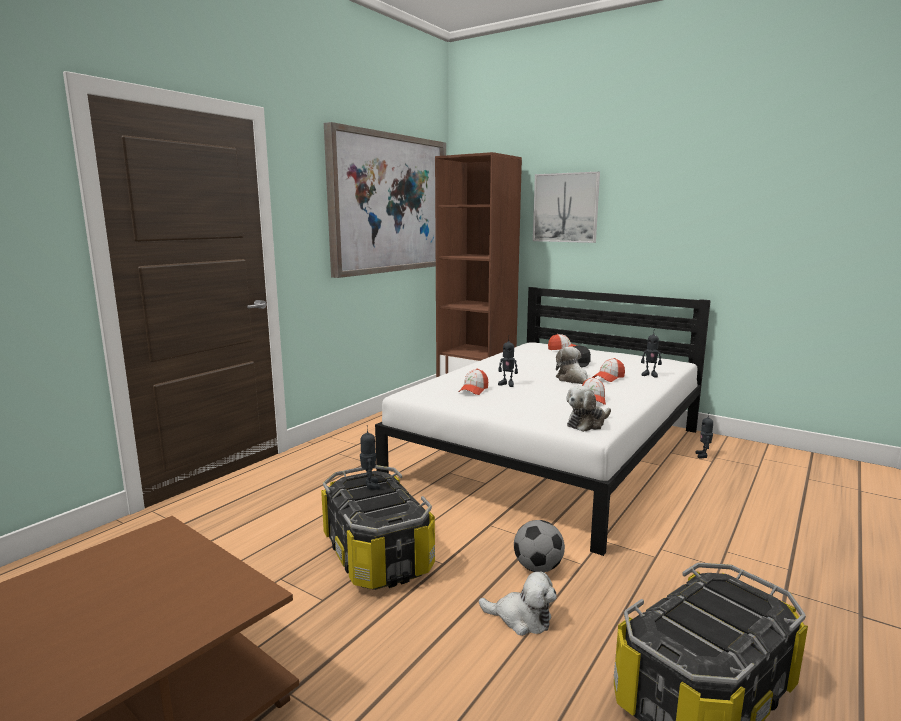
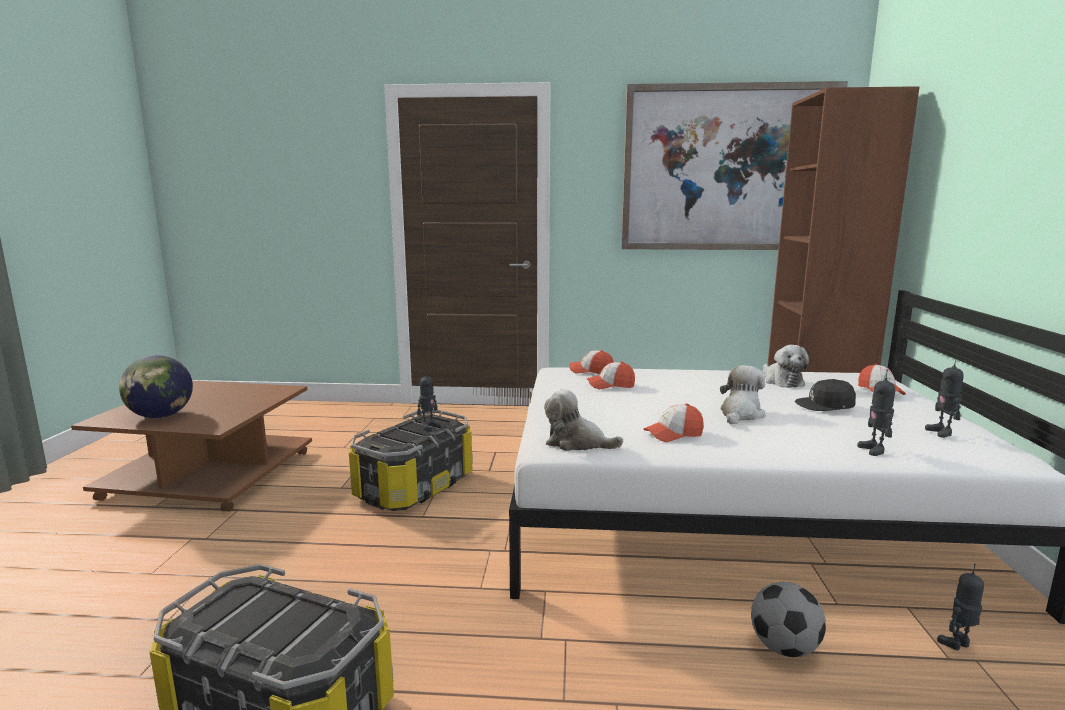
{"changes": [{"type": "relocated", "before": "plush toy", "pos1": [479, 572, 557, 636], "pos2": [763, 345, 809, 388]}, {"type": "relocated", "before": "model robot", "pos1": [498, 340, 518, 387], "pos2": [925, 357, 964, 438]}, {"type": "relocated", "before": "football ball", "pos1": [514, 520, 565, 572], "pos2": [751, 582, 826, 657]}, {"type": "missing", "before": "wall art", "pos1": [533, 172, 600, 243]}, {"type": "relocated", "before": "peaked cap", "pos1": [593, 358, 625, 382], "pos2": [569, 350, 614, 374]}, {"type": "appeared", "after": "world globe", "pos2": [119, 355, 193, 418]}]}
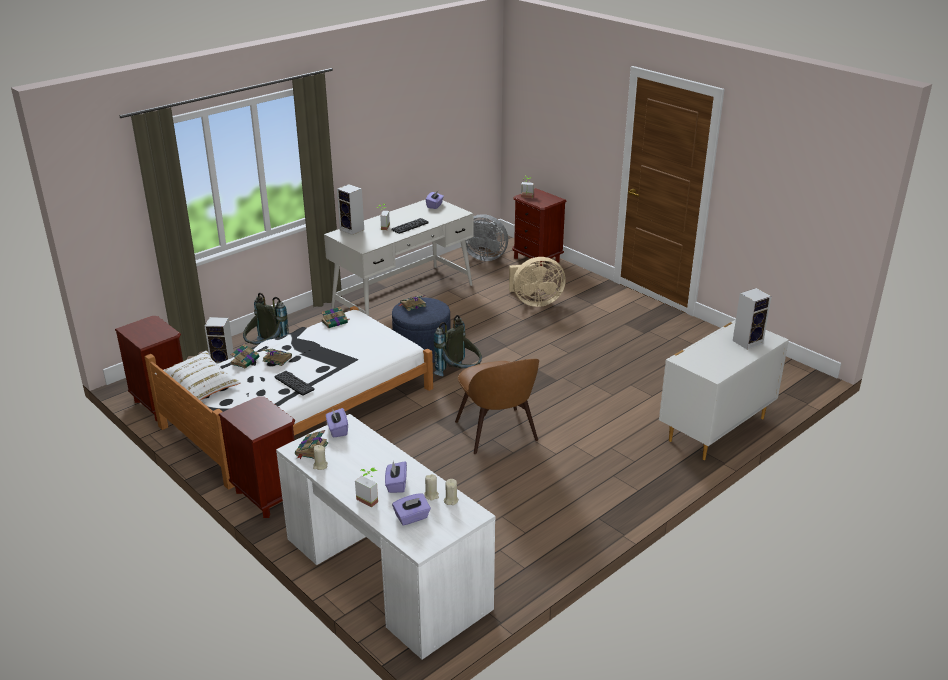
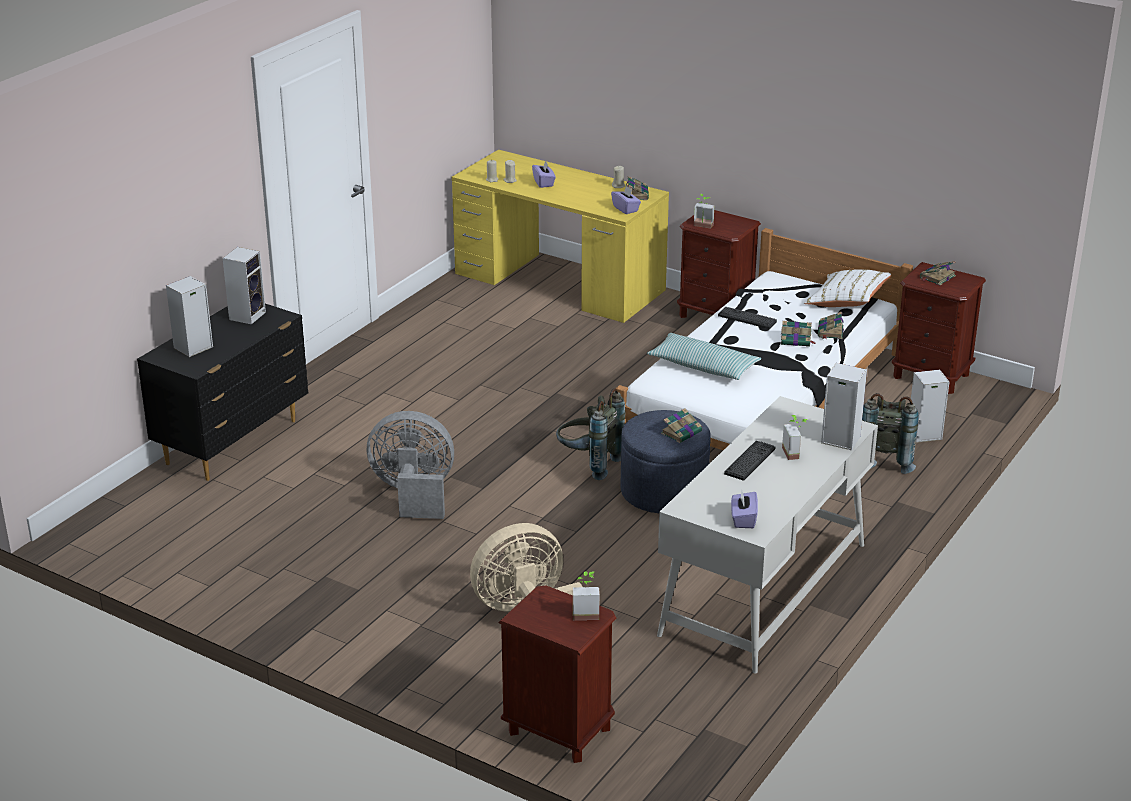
{"changes": [{"type": "colour", "before": "desk/white-coloured", "after": "desk/yellow-coloured", "pos1": [276, 414, 496, 660], "pos2": [452, 150, 669, 323]}, {"type": "relocated", "before": "volume", "pos1": [321, 306, 348, 328], "pos2": [920, 261, 956, 285]}, {"type": "relocated", "before": "plant in a pot", "pos1": [355, 468, 378, 507], "pos2": [694, 194, 714, 229]}, {"type": "missing", "before": "tissue box/purple-coloured", "pos1": [392, 494, 431, 526]}, {"type": "missing", "before": "upright chair/brownish", "pos1": [455, 359, 539, 454]}, {"type": "relocated", "before": "cooling fan/grey", "pos1": [465, 214, 508, 261], "pos2": [367, 411, 454, 519]}, {"type": "colour", "before": "drawer chest/white-coloured", "after": "drawer chest/black-coloured", "pos1": [659, 319, 789, 460], "pos2": [137, 304, 308, 481]}, {"type": "appeared", "after": "loudspeaker", "pos2": [223, 247, 266, 324]}, {"type": "appeared", "after": "cushion", "pos2": [647, 333, 761, 380]}]}
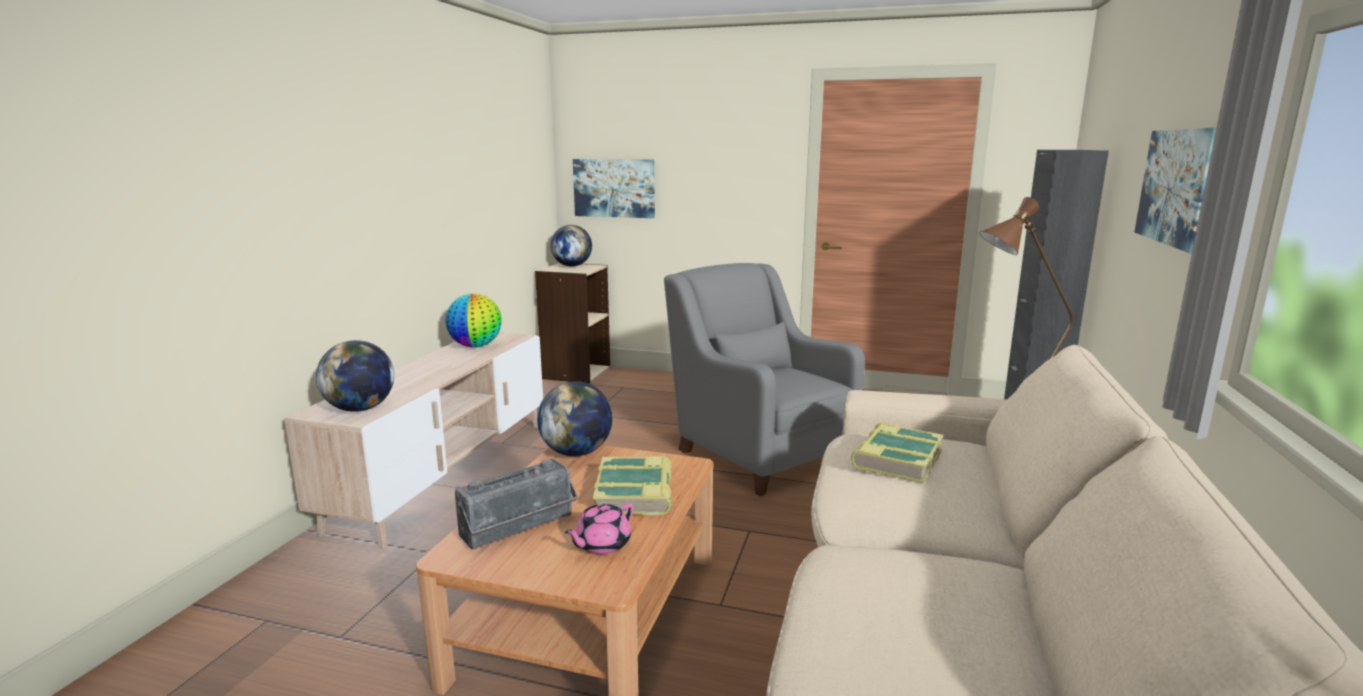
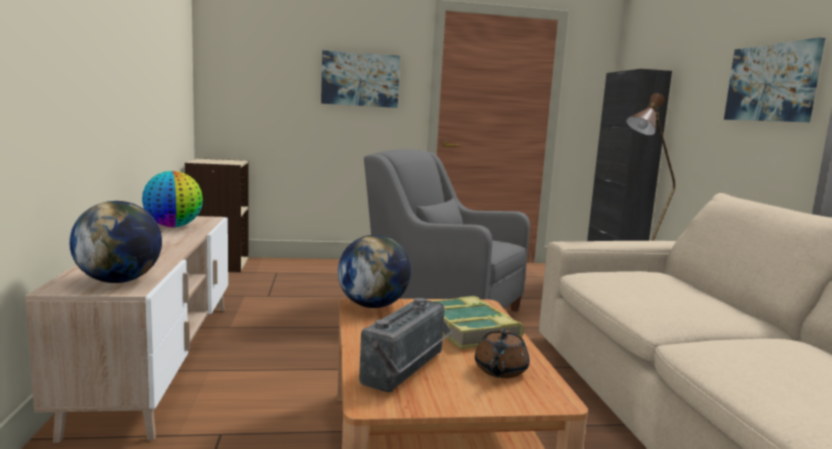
{"changes": [{"type": "missing", "before": "world globe", "pos1": [550, 225, 592, 266]}, {"type": "colour", "before": "pot for tea/pink", "after": "pot for tea/brownish", "pos1": [565, 504, 634, 555], "pos2": [475, 329, 530, 378]}, {"type": "relocated", "before": "wall art", "pos1": [573, 159, 655, 218], "pos2": [321, 50, 400, 108]}, {"type": "missing", "before": "volume", "pos1": [851, 422, 944, 483]}]}
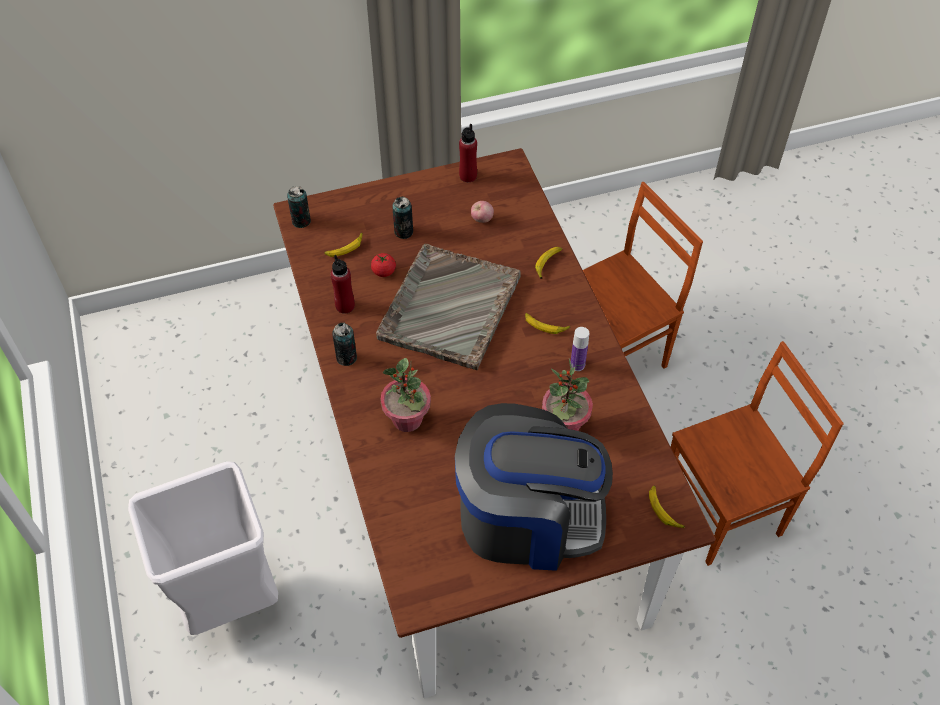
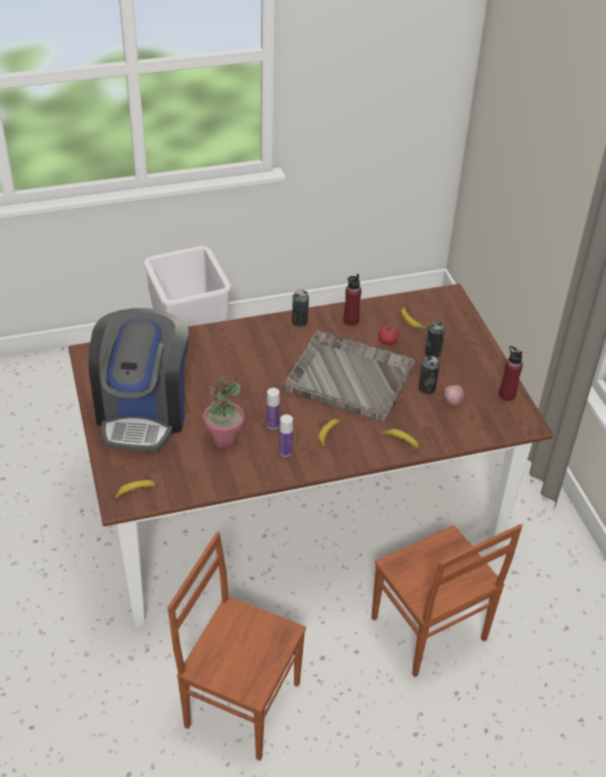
{"changes": [{"type": "relocated", "before": "sealed can", "pos1": [287, 186, 311, 228], "pos2": [419, 356, 440, 394]}, {"type": "missing", "before": "plant in a pot", "pos1": [380, 358, 431, 432]}, {"type": "spun", "before": "upright chair/brownish", "pos1": [671, 341, 844, 566], "pos2": [167, 532, 306, 761], "turn": 135}, {"type": "appeared", "after": "drink bottle", "pos2": [266, 388, 280, 430]}]}
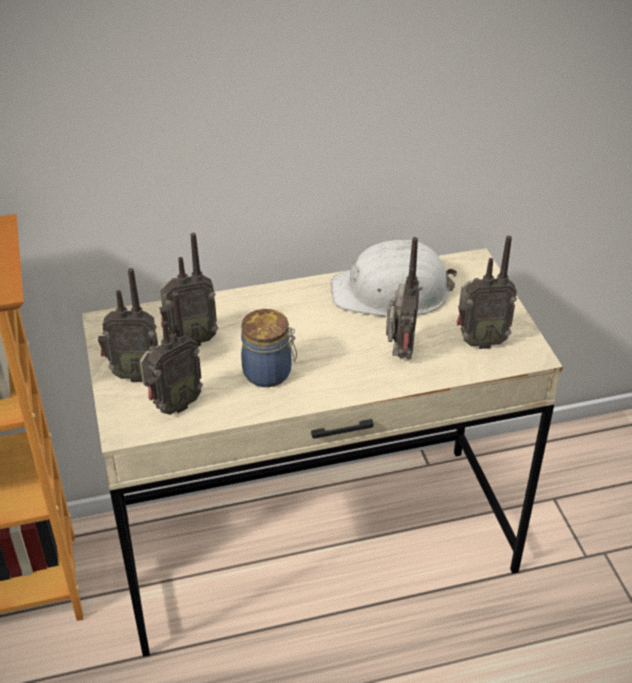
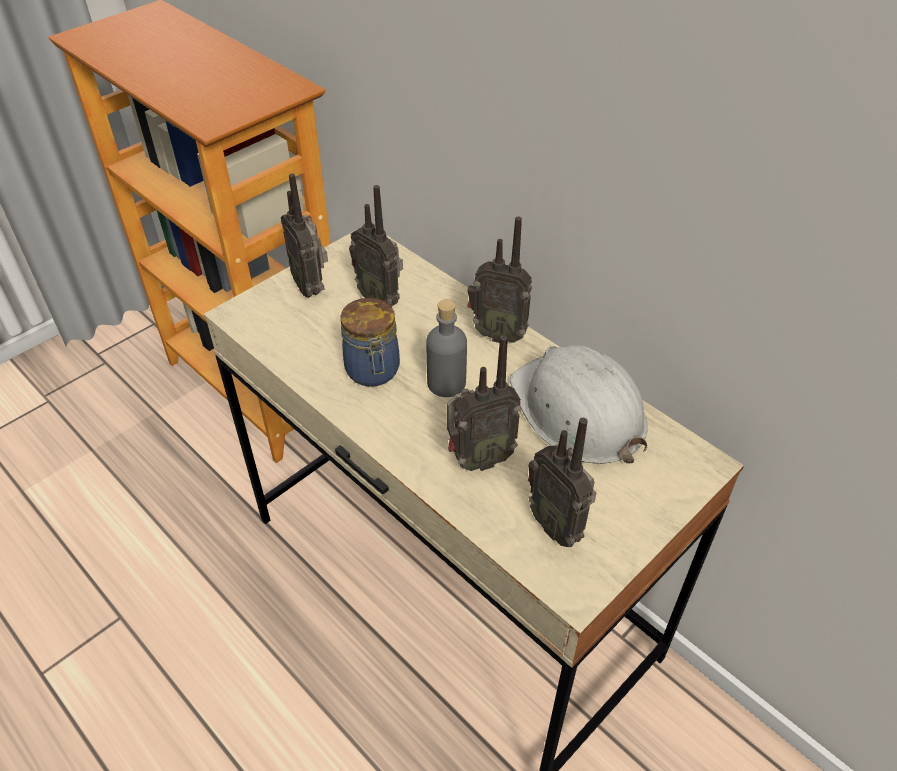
{"changes": [{"type": "relocated", "before": "radio", "pos1": [140, 292, 203, 415], "pos2": [467, 217, 532, 343]}, {"type": "appeared", "after": "drink bottle/grey", "pos2": [426, 299, 467, 397]}]}
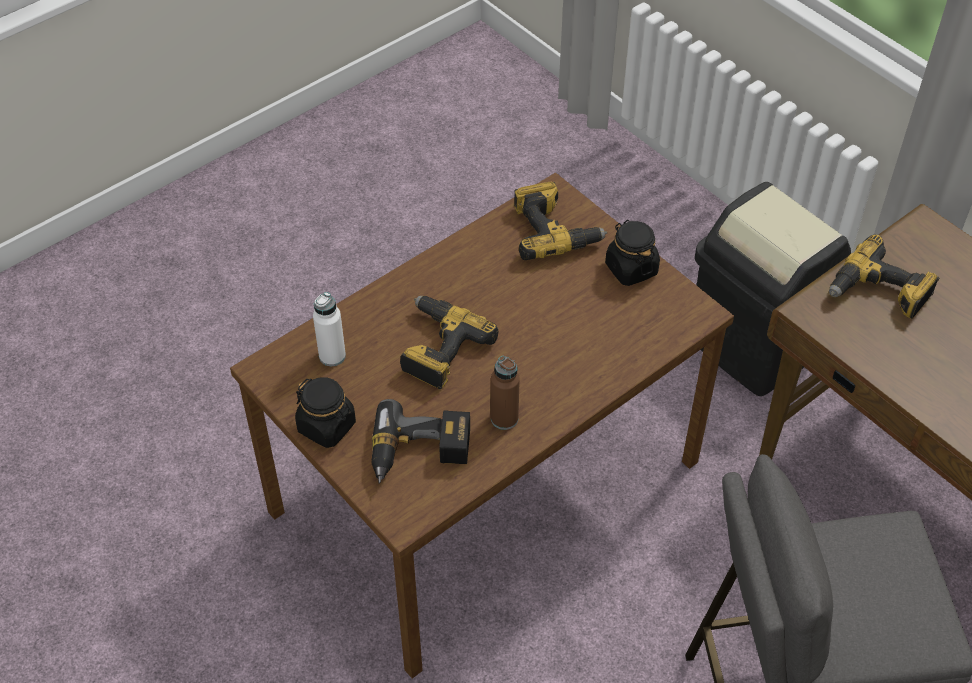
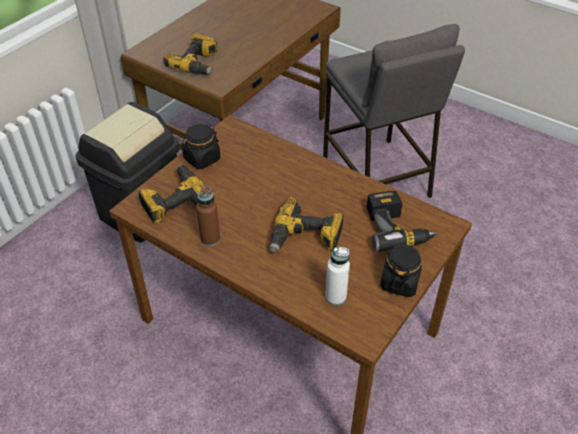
{"changes": [{"type": "relocated", "before": "drink bottle/brownish", "pos1": [491, 356, 520, 430], "pos2": [196, 186, 220, 246]}]}
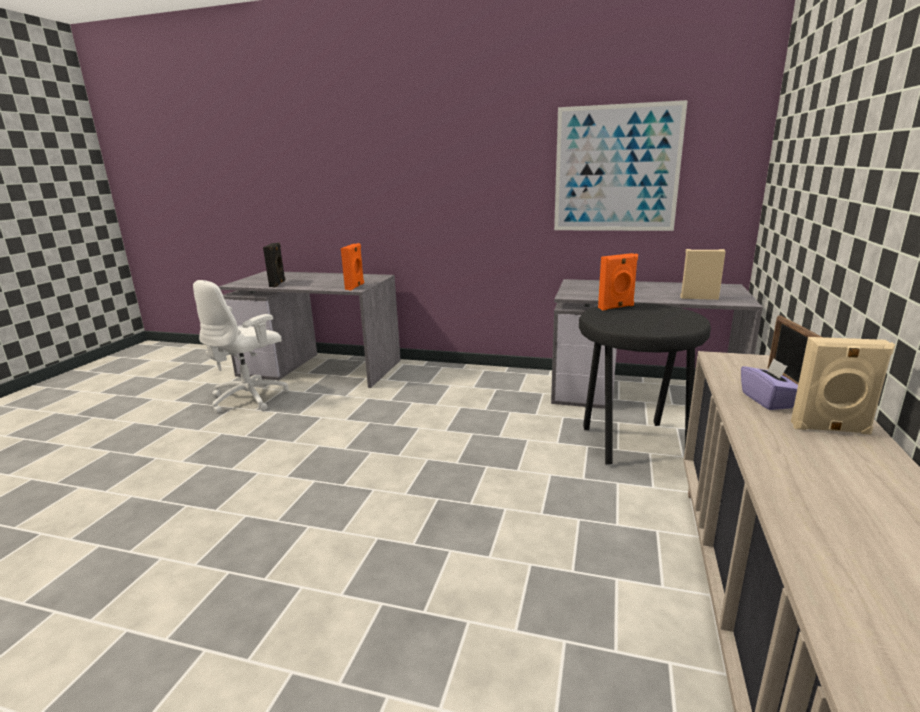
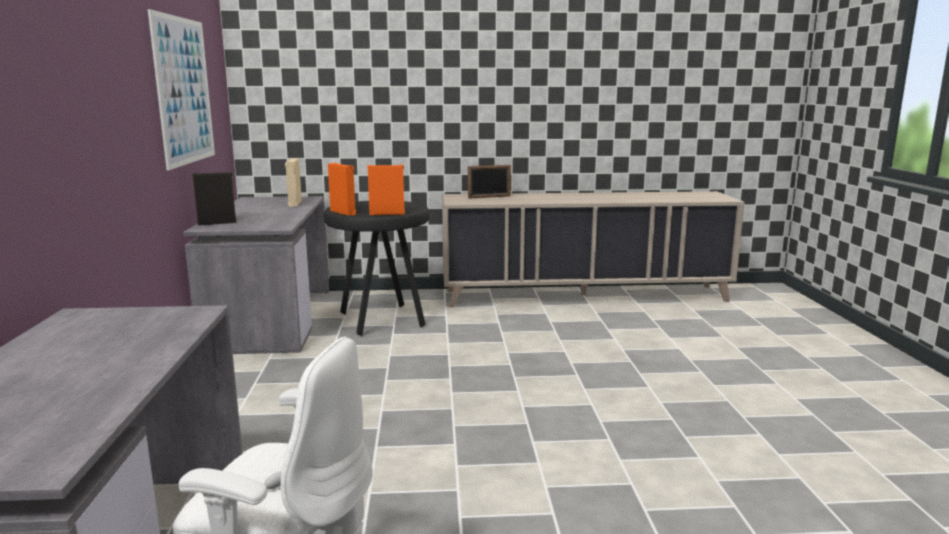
{"changes": [{"type": "relocated", "before": "loudspeaker/black-coloured", "pos1": [263, 242, 285, 287], "pos2": [192, 172, 237, 225]}, {"type": "relocated", "before": "loudspeaker/orange-coloured", "pos1": [341, 243, 364, 290], "pos2": [367, 165, 405, 215]}, {"type": "missing", "before": "tissue box/purple-coloured", "pos1": [741, 358, 798, 410]}, {"type": "missing", "before": "loudspeaker/beige-coloured", "pos1": [791, 337, 895, 435]}]}
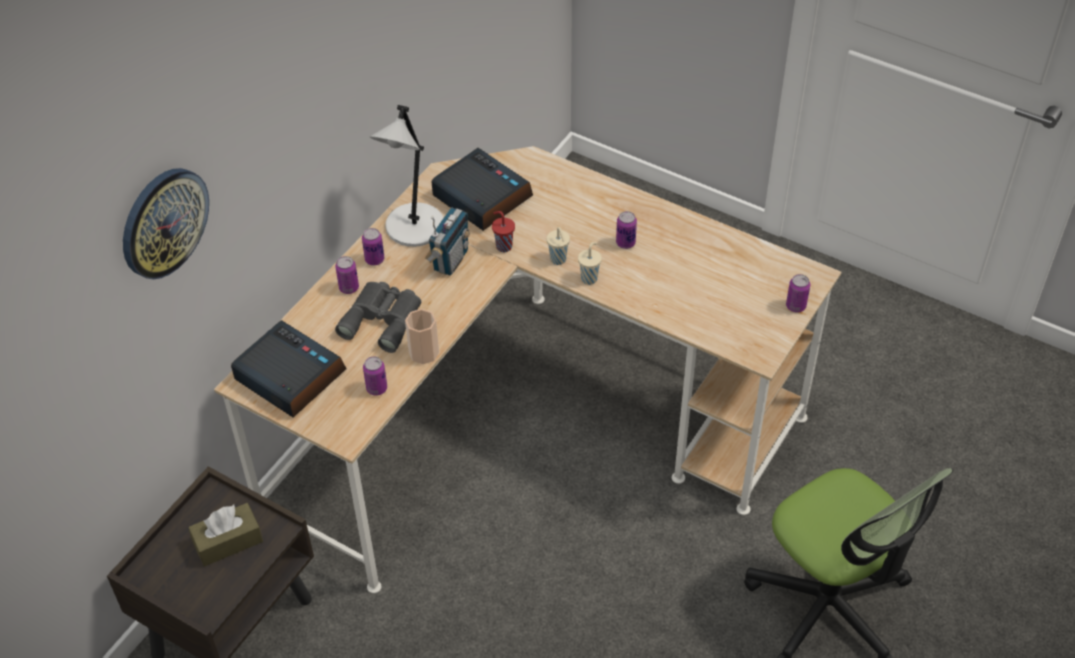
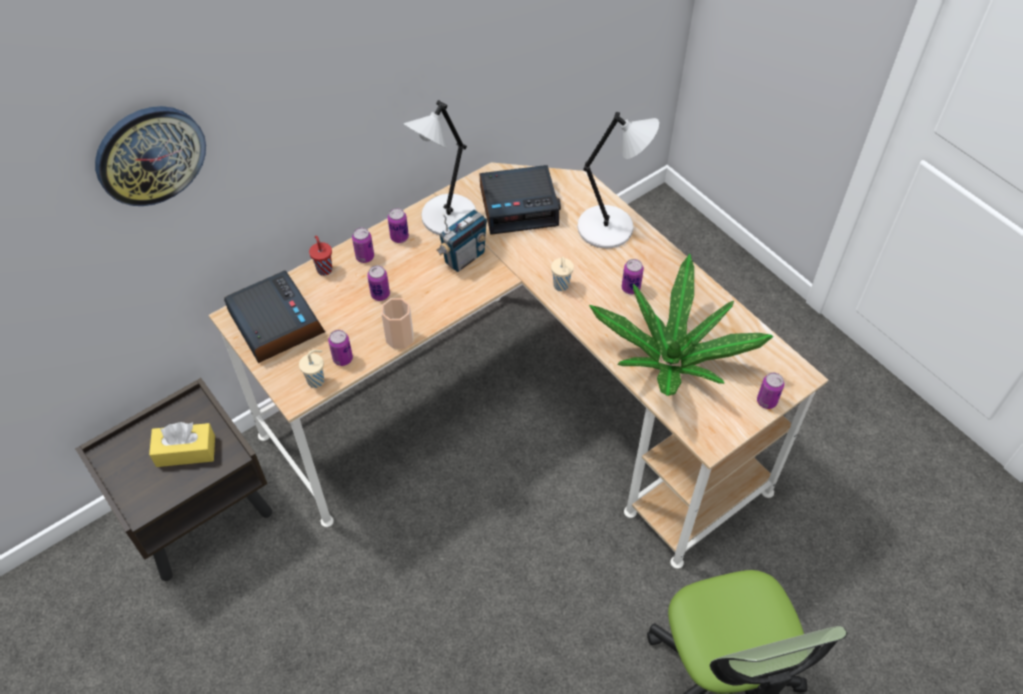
{"changes": [{"type": "colour", "before": "tissue box/brownish", "after": "tissue box/yellow-coloured", "pos1": [188, 503, 263, 566], "pos2": [149, 422, 215, 467]}, {"type": "exchanged", "before": "field glasses/grey", "after": "sealed can", "pos1": [335, 282, 421, 353], "pos2": [367, 265, 390, 301]}, {"type": "spun", "before": "alarm clock", "pos1": [431, 148, 533, 231], "pos2": [480, 165, 561, 234], "turn": 105}, {"type": "relocated", "before": "small cup/reddish", "pos1": [492, 211, 515, 252], "pos2": [309, 236, 332, 276]}, {"type": "relocated", "before": "small cup/beige-coloured", "pos1": [578, 242, 602, 285], "pos2": [299, 350, 324, 388]}, {"type": "appeared", "after": "table lamp/grey", "pos2": [577, 112, 659, 249]}, {"type": "appeared", "after": "plant in a pot", "pos2": [589, 254, 773, 396]}]}
